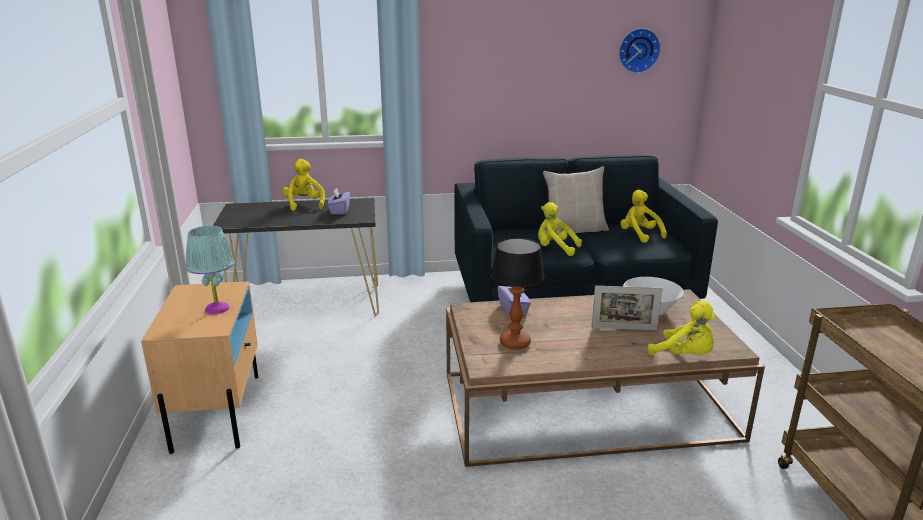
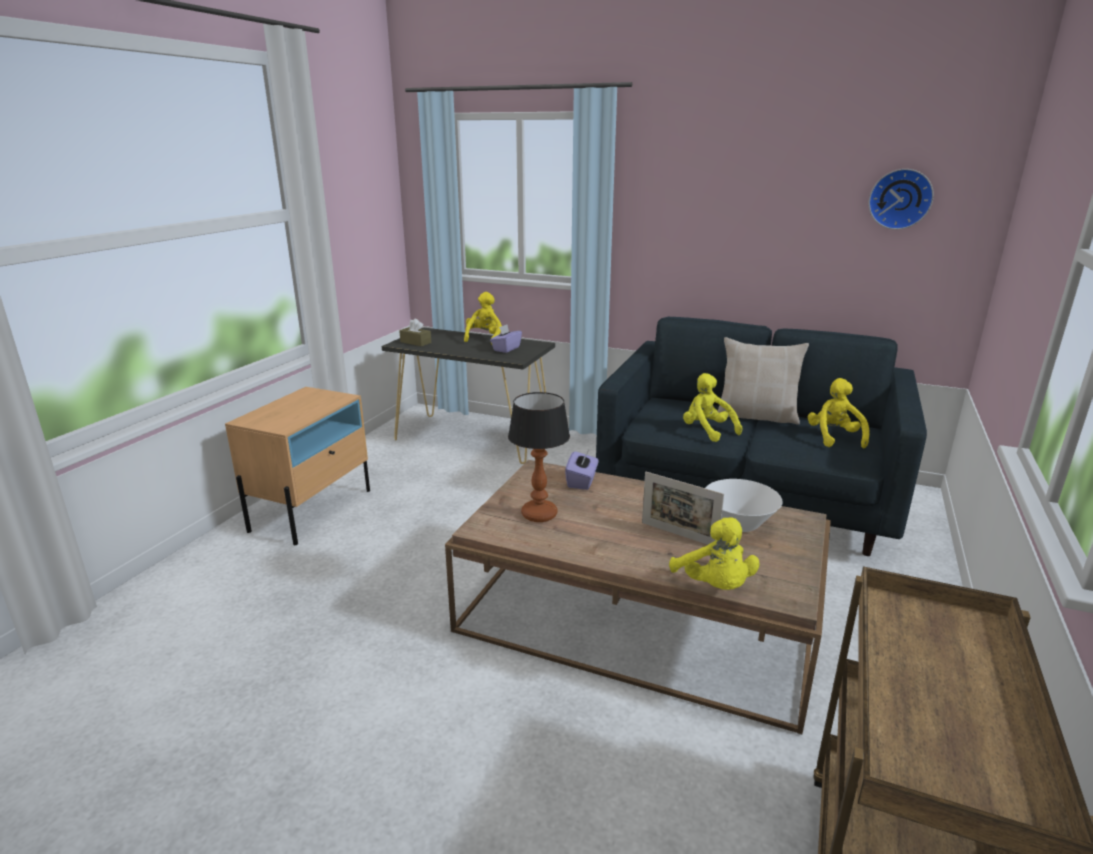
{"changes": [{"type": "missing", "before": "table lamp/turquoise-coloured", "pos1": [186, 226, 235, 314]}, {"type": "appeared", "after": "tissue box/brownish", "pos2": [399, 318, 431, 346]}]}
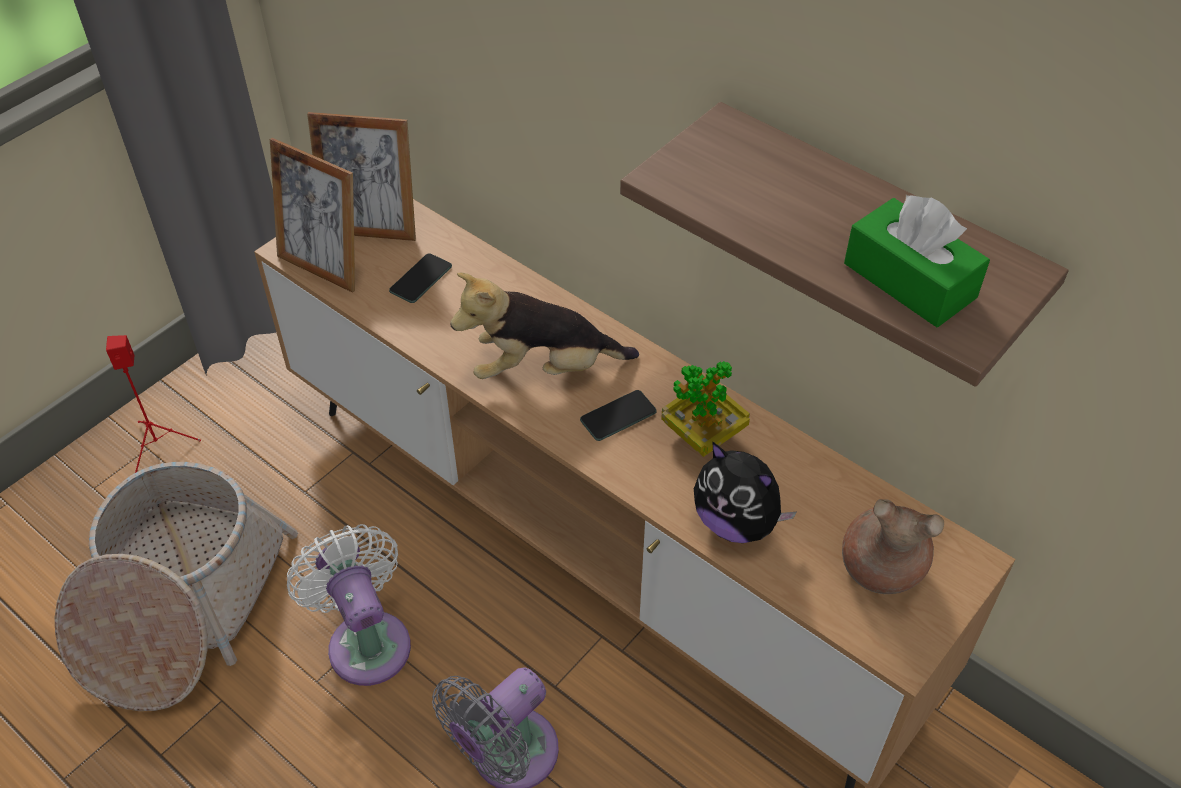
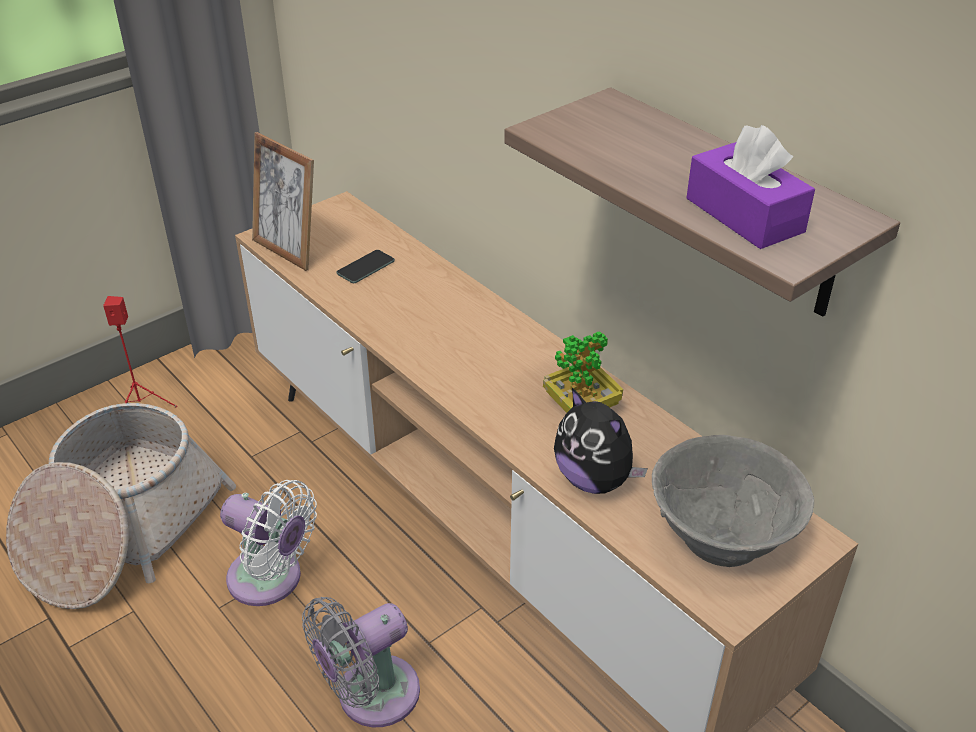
{"changes": [{"type": "spun", "before": "cooling fan/white-coloured", "pos1": [287, 524, 411, 686], "pos2": [220, 480, 317, 606], "turn": 135}, {"type": "missing", "before": "photo frame", "pos1": [307, 112, 416, 241]}, {"type": "missing", "before": "plush toy", "pos1": [450, 272, 639, 379]}, {"type": "missing", "before": "handset", "pos1": [580, 390, 657, 441]}, {"type": "exchanged", "before": "flower vase/brownish", "after": "serving bowl/grey", "pos1": [842, 499, 944, 594], "pos2": [652, 435, 814, 567]}, {"type": "colour", "before": "tissue box/green", "after": "tissue box/purple-coloured", "pos1": [844, 195, 990, 327], "pos2": [686, 125, 815, 249]}]}
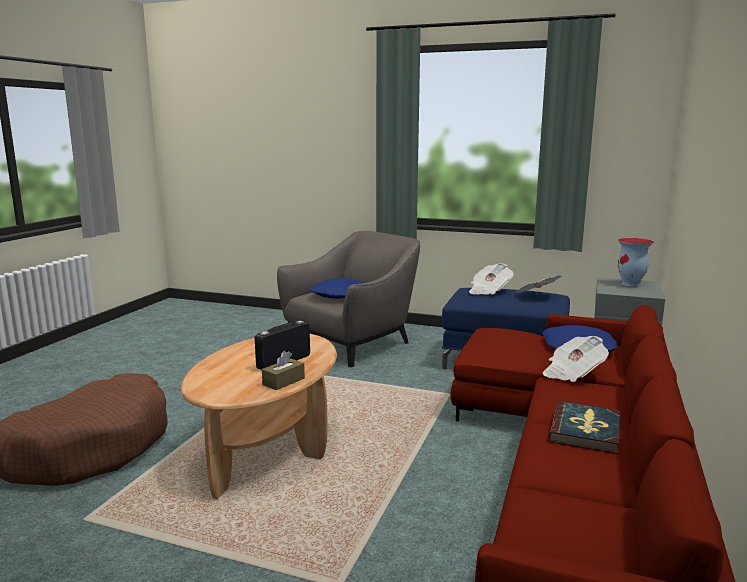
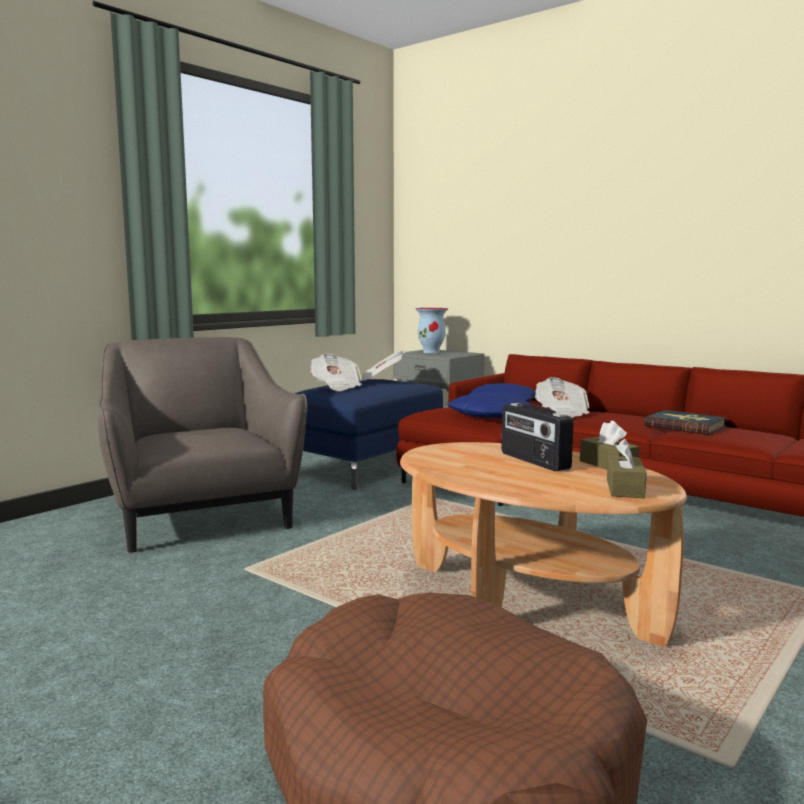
{"changes": [{"type": "relocated", "before": "cushion/bluish", "pos1": [310, 278, 363, 299], "pos2": [447, 393, 532, 418]}, {"type": "appeared", "after": "tissue box/brownish", "pos2": [607, 439, 647, 498]}]}
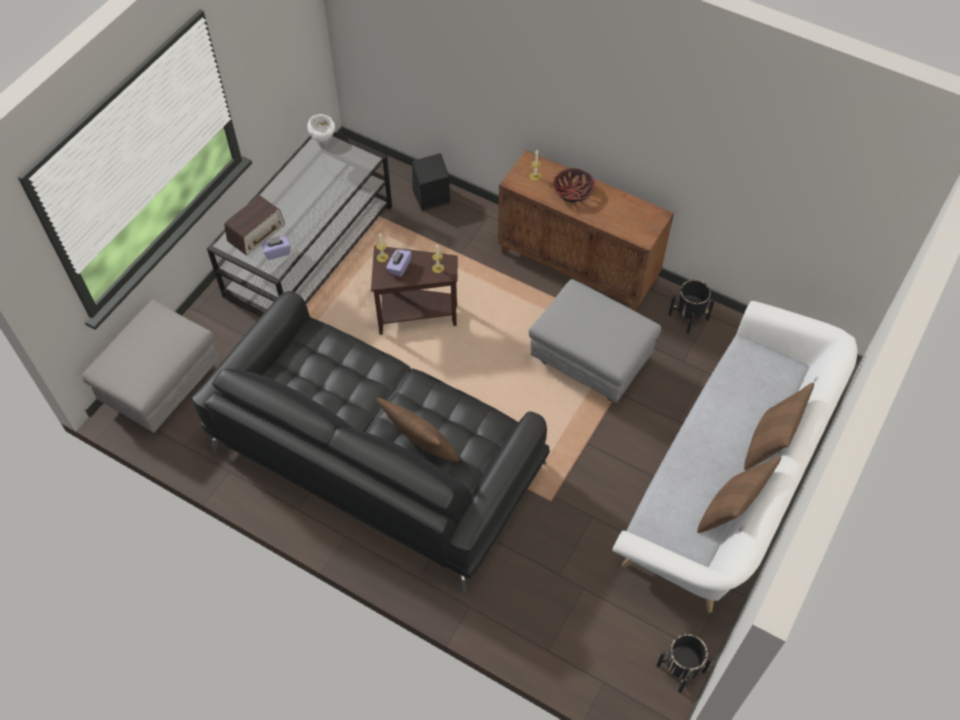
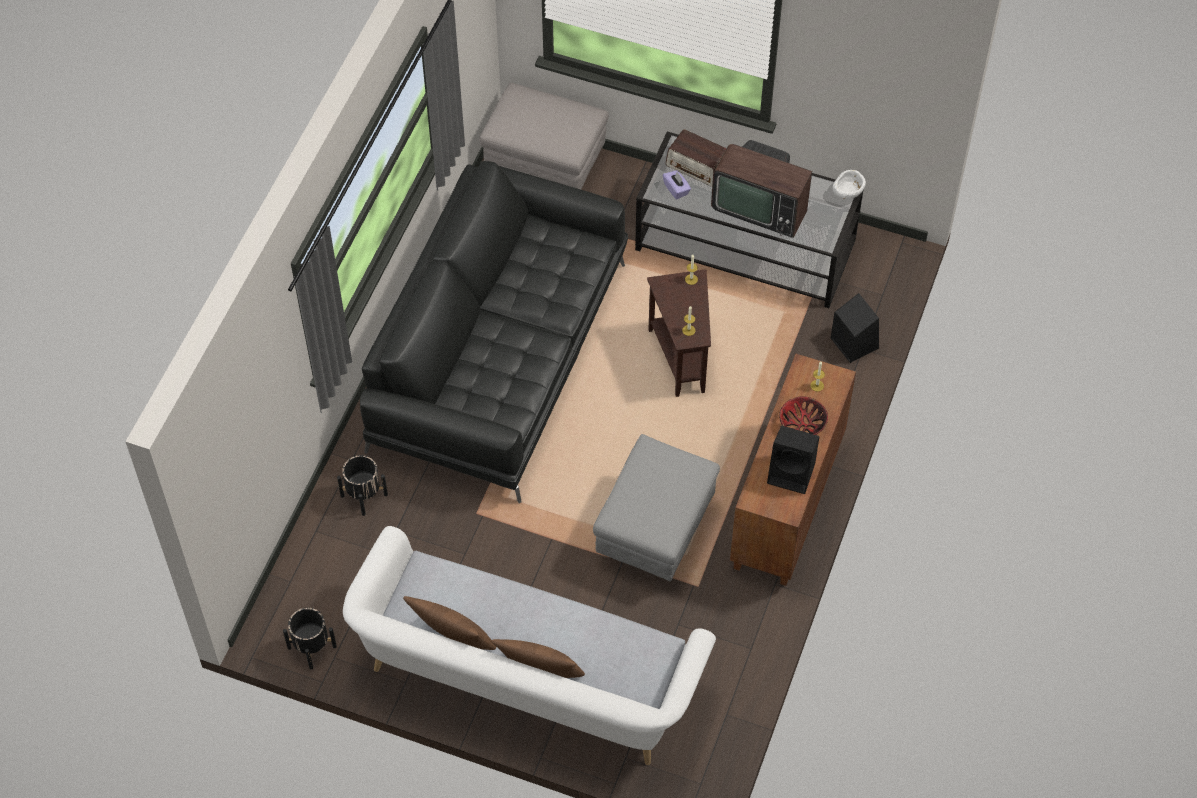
{"changes": [{"type": "missing", "before": "cushion/brownish", "pos1": [377, 398, 459, 462]}, {"type": "missing", "before": "tissue box/purple-coloured", "pos1": [386, 249, 412, 277]}, {"type": "relocated", "before": "plant pot/black-coloured", "pos1": [668, 280, 715, 334], "pos2": [337, 455, 388, 516]}, {"type": "appeared", "after": "TV set", "pos2": [711, 140, 812, 238]}, {"type": "appeared", "after": "loudspeaker/black-coloured", "pos2": [767, 426, 819, 494]}]}
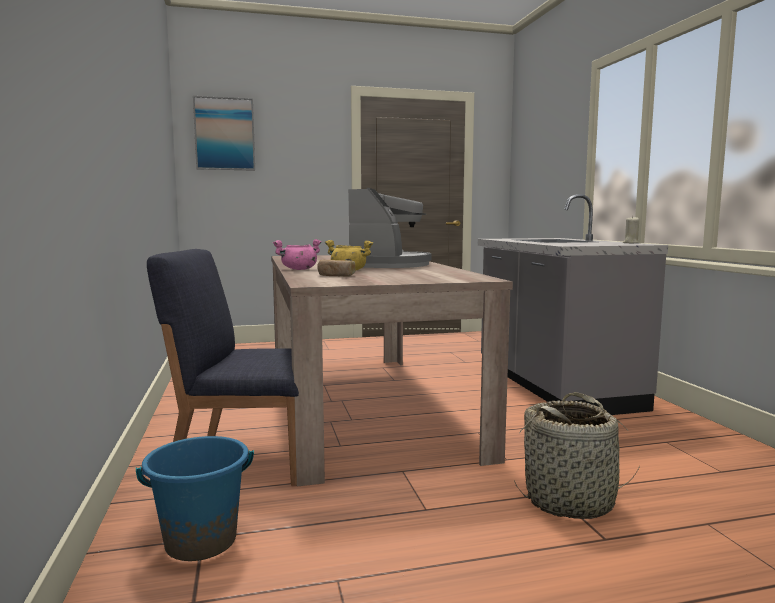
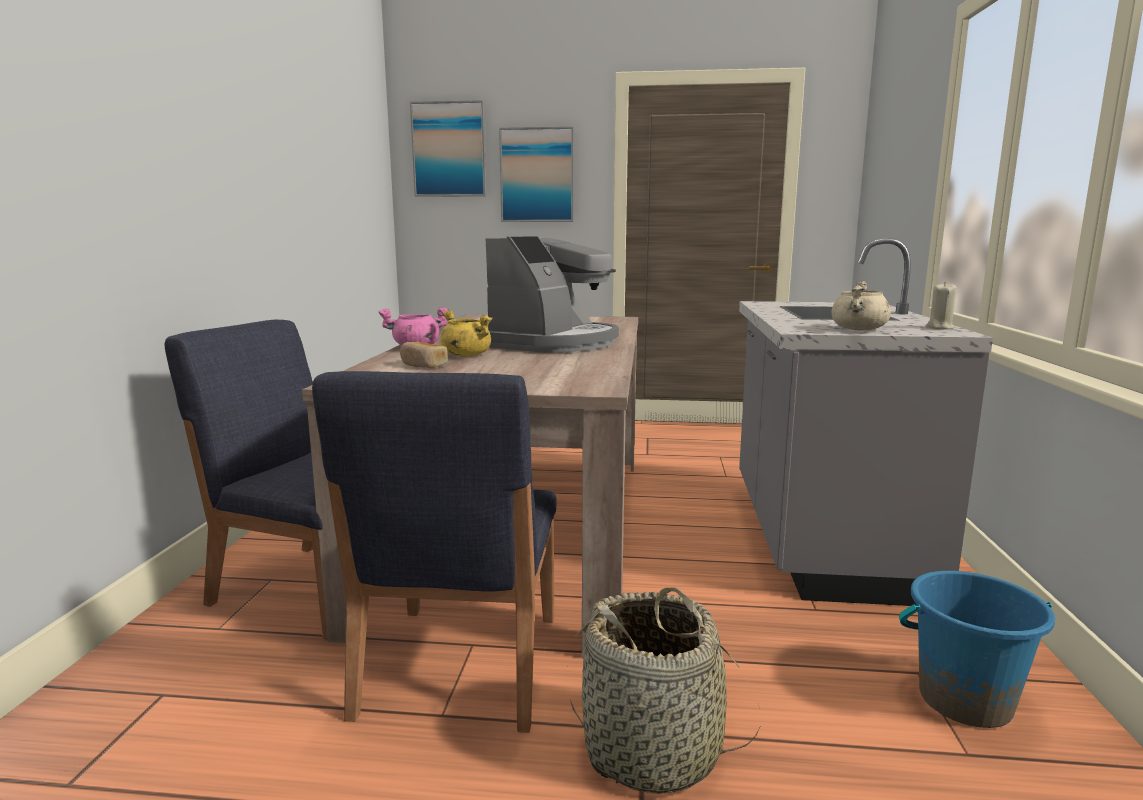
{"changes": [{"type": "relocated", "before": "bucket/bluish", "pos1": [136, 436, 254, 561], "pos2": [899, 571, 1055, 728]}, {"type": "appeared", "after": "upright chair/bluish", "pos2": [312, 371, 557, 733]}, {"type": "appeared", "after": "wall art", "pos2": [499, 127, 574, 222]}, {"type": "appeared", "after": "cooking pot/beige-coloured", "pos2": [832, 281, 891, 330]}]}
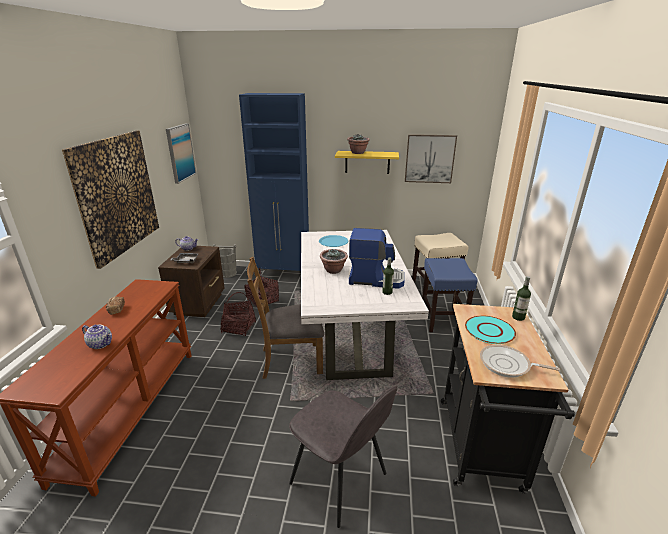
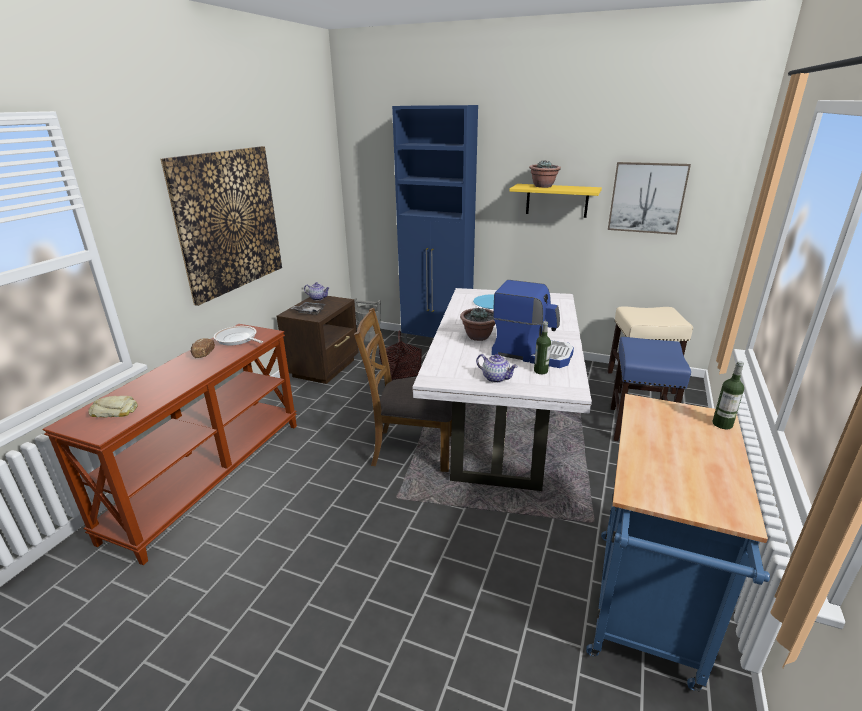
{"changes": [{"type": "relocated", "before": "pot for tea", "pos1": [82, 325, 112, 349], "pos2": [476, 354, 518, 383]}, {"type": "missing", "before": "wall art", "pos1": [166, 123, 196, 184]}, {"type": "missing", "before": "basket", "pos1": [220, 292, 256, 336]}, {"type": "missing", "before": "upright chair/grey", "pos1": [289, 386, 397, 528]}, {"type": "colour", "before": "trolley/black-coloured", "after": "trolley/bluish", "pos1": [441, 304, 575, 493], "pos2": [586, 394, 770, 692]}, {"type": "missing", "before": "flat dish/turquoise-coloured", "pos1": [465, 316, 516, 344]}, {"type": "relocated", "before": "frying pan", "pos1": [480, 345, 560, 378], "pos2": [214, 326, 263, 345]}, {"type": "appeared", "after": "baked bread", "pos2": [88, 396, 138, 418]}]}
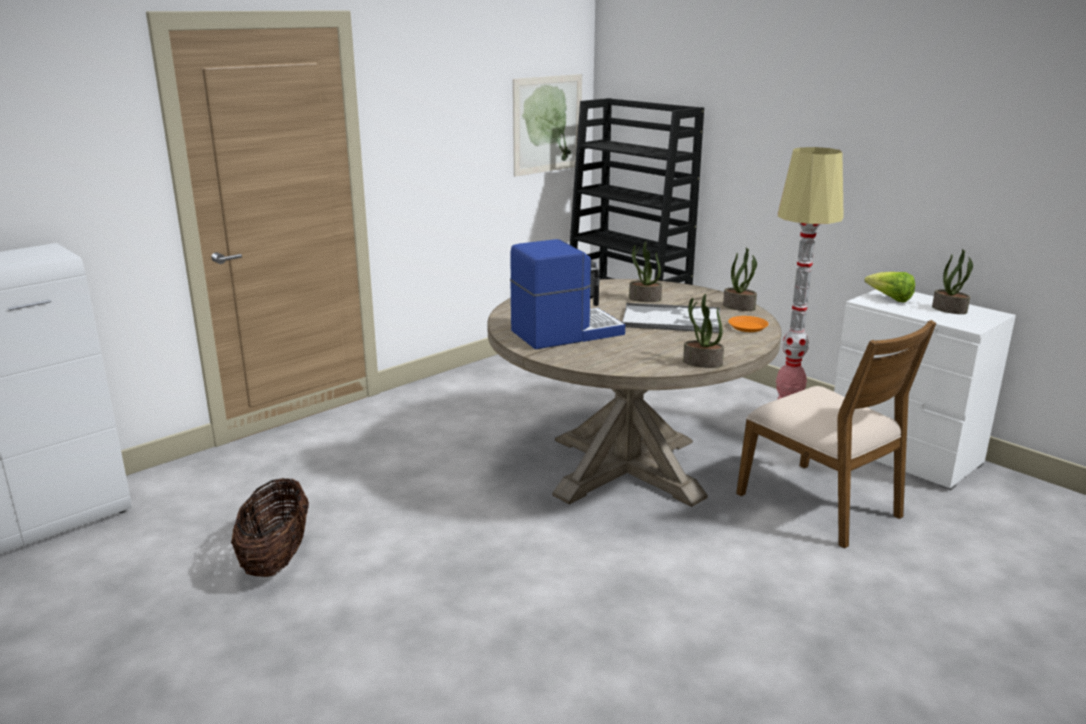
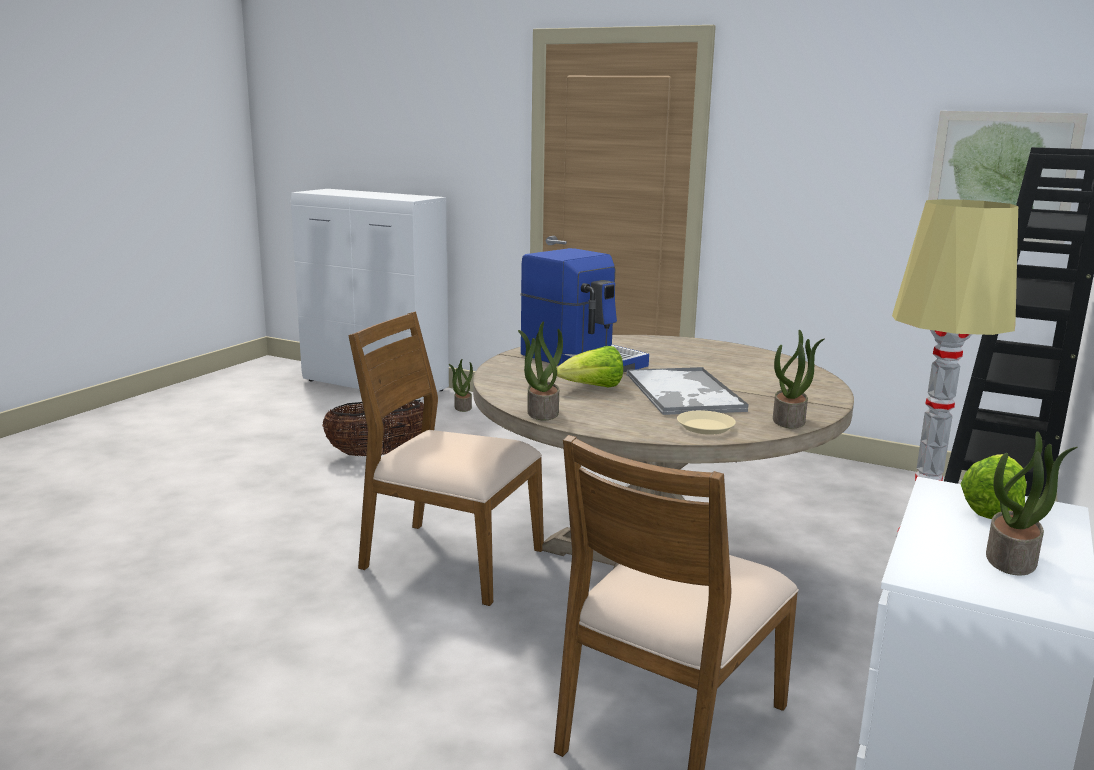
{"changes": [{"type": "relocated", "before": "plant in a pot", "pos1": [629, 241, 662, 302], "pos2": [449, 359, 473, 412]}, {"type": "colour", "before": "flat dish/orange-coloured", "after": "flat dish/beige-coloured", "pos1": [728, 316, 768, 332], "pos2": [677, 410, 736, 435]}, {"type": "appeared", "after": "upright chair/brownish", "pos2": [348, 312, 544, 606]}, {"type": "appeared", "after": "head of lettuce", "pos2": [557, 346, 623, 388]}]}
